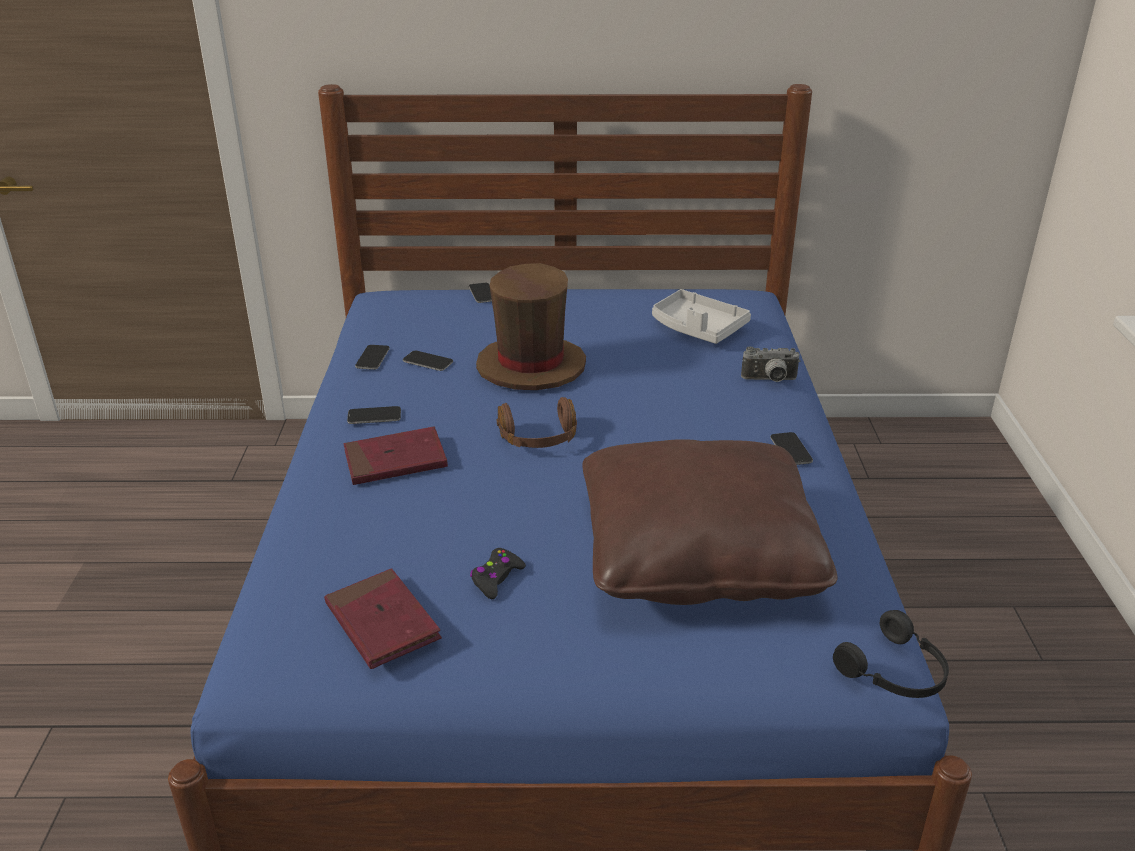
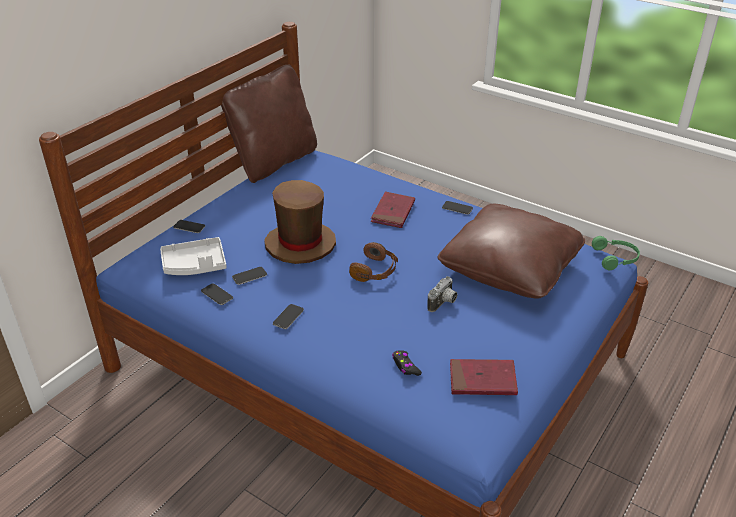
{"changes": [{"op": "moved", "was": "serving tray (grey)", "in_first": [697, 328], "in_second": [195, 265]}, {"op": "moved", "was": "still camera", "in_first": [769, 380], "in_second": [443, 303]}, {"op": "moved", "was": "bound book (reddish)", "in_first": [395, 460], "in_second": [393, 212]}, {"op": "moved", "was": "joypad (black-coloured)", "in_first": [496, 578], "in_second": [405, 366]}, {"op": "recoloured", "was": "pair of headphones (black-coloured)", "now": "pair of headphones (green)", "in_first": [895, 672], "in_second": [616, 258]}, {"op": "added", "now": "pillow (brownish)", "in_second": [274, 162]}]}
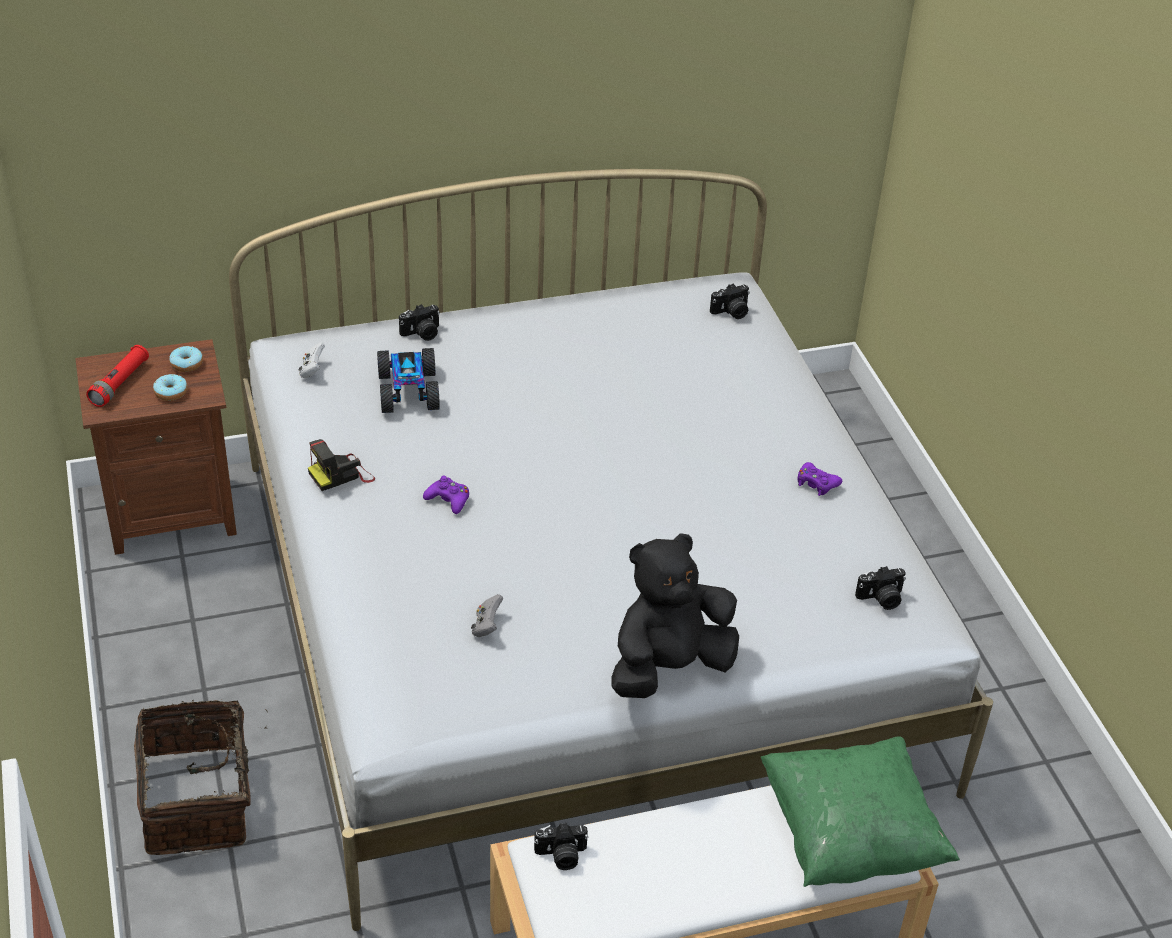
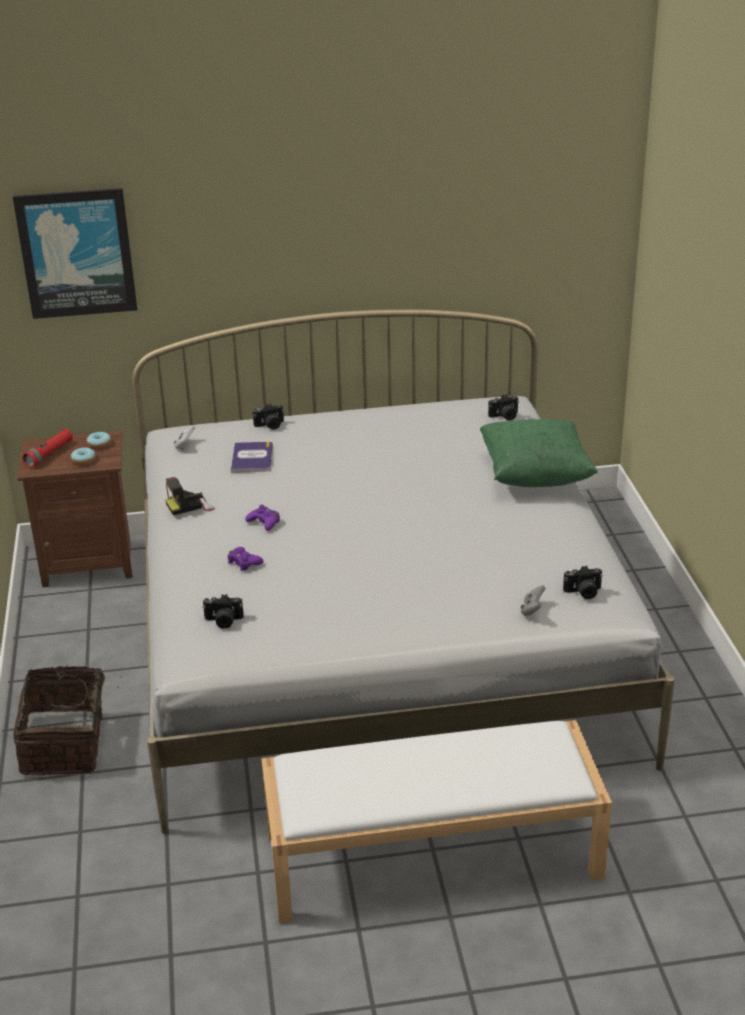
{"changes": [{"op": "replaced", "was": "model car", "now": "bound book", "in_first": [409, 391], "in_second": [252, 458]}, {"op": "moved", "was": "joypad (purple)", "in_first": [816, 483], "in_second": [244, 563]}, {"op": "removed", "was": "soft toy (black-coloured)", "in_first": [668, 667]}, {"op": "moved", "was": "joypad (grey)", "in_first": [486, 626], "in_second": [532, 609]}, {"op": "moved", "was": "pillow (green)", "in_first": [850, 836], "in_second": [535, 476]}, {"op": "moved", "was": "still camera", "in_first": [561, 856], "in_second": [223, 621]}, {"op": "added", "now": "wall art", "in_second": [77, 253]}]}
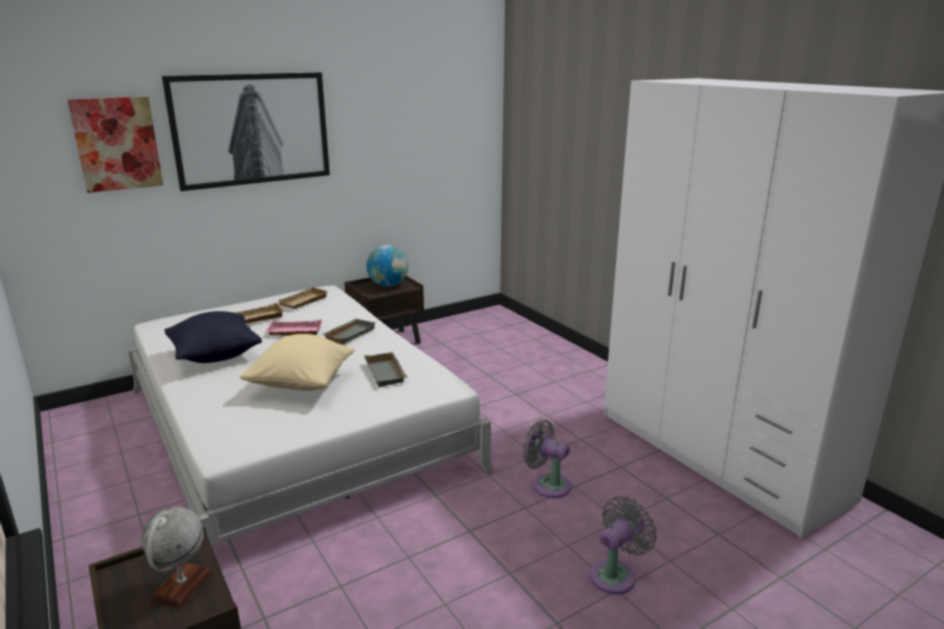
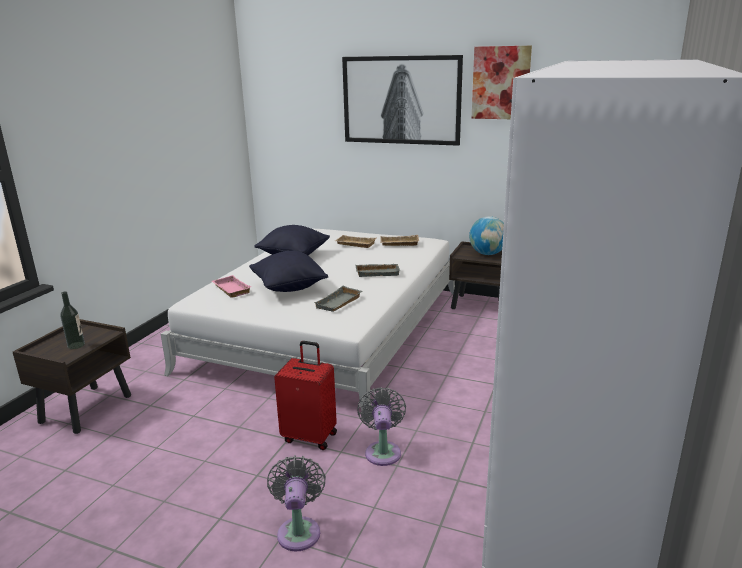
{"changes": [{"op": "moved", "was": "wall art", "in_first": [117, 144], "in_second": [500, 83]}, {"op": "moved", "was": "serving tray (pink-coloured)", "in_first": [293, 332], "in_second": [230, 289]}, {"op": "recoloured", "was": "pillow (beige)", "now": "pillow (black-coloured)", "in_first": [301, 385], "in_second": [289, 288]}, {"op": "turned", "was": "electric fan (grey)", "in_first": [616, 574], "in_second": [299, 530], "clockwise": -105}, {"op": "replaced", "was": "world globe", "now": "bottle", "in_first": [182, 586], "in_second": [76, 345]}, {"op": "added", "now": "suitcase (reddish)", "in_second": [310, 436]}]}
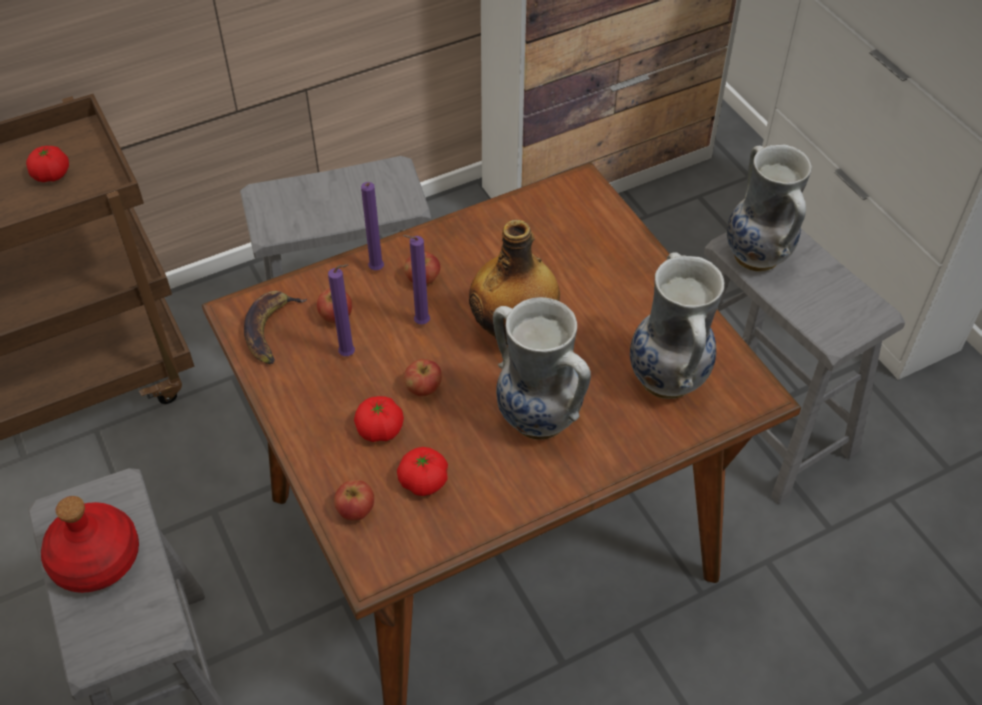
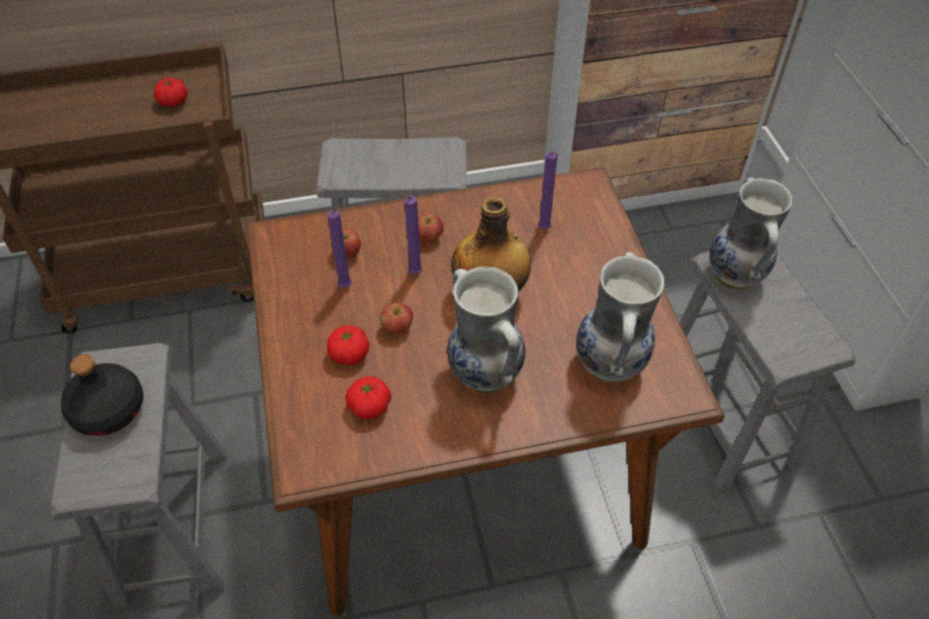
{"changes": [{"op": "moved", "was": "wax light (purple)", "in_first": [376, 271], "in_second": [543, 230]}, {"op": "removed", "was": "whole banana", "in_first": [271, 329]}, {"op": "removed", "was": "whole apple", "in_first": [356, 510]}, {"op": "recoloured", "was": "bottle (reddish)", "now": "bottle (black-coloured)", "in_first": [97, 559], "in_second": [109, 410]}]}
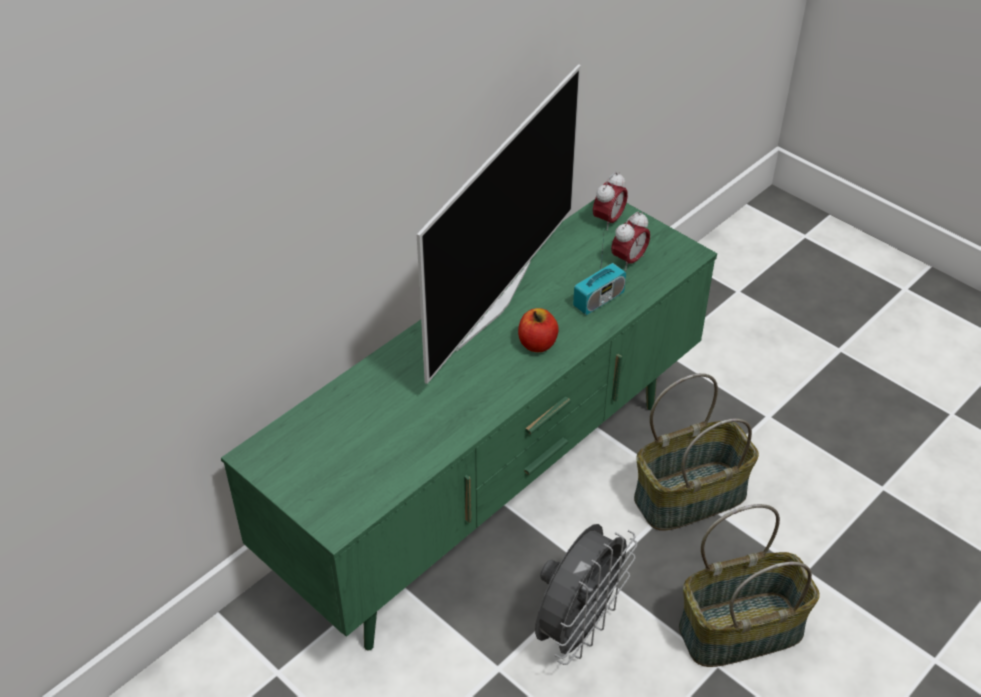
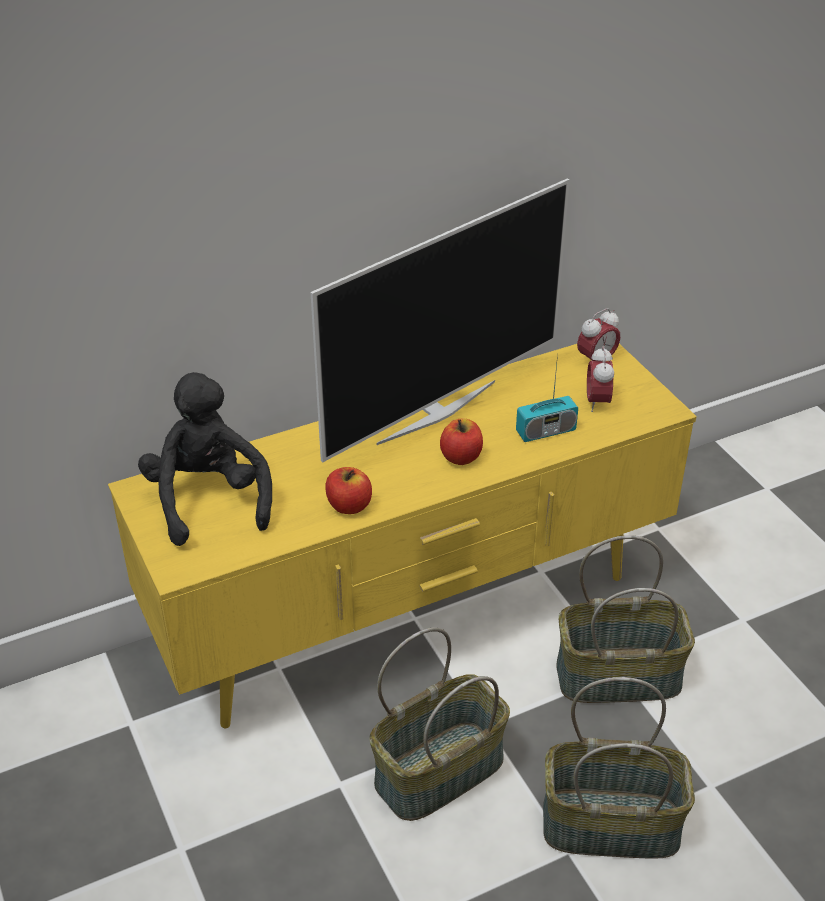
{"changes": [{"op": "recoloured", "was": "tv stand (green)", "now": "tv stand (yellow)", "in_first": [490, 494], "in_second": [412, 617]}, {"op": "turned", "was": "alarm clock", "in_first": [629, 260], "in_second": [597, 402], "clockwise": 120}, {"op": "replaced", "was": "electric fan (grey)", "now": "storage basket", "in_first": [577, 627], "in_second": [439, 769]}, {"op": "added", "now": "soft toy (black-coloured)", "in_second": [208, 499]}, {"op": "added", "now": "whole apple", "in_second": [349, 505]}]}
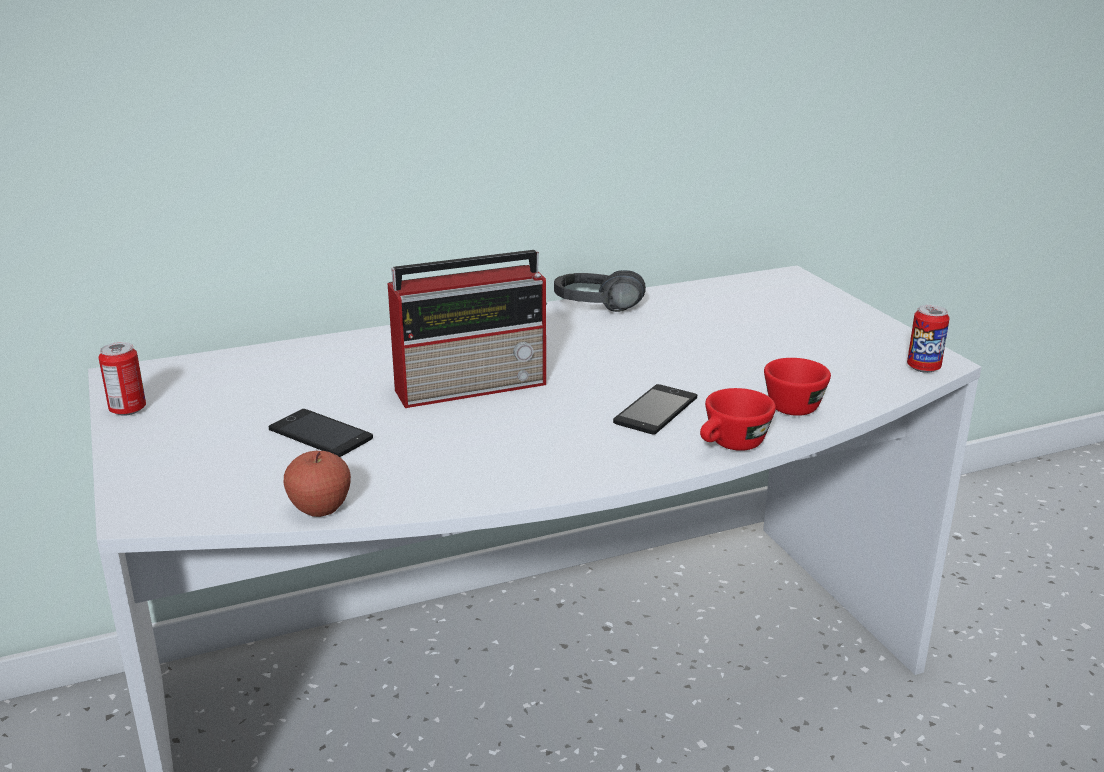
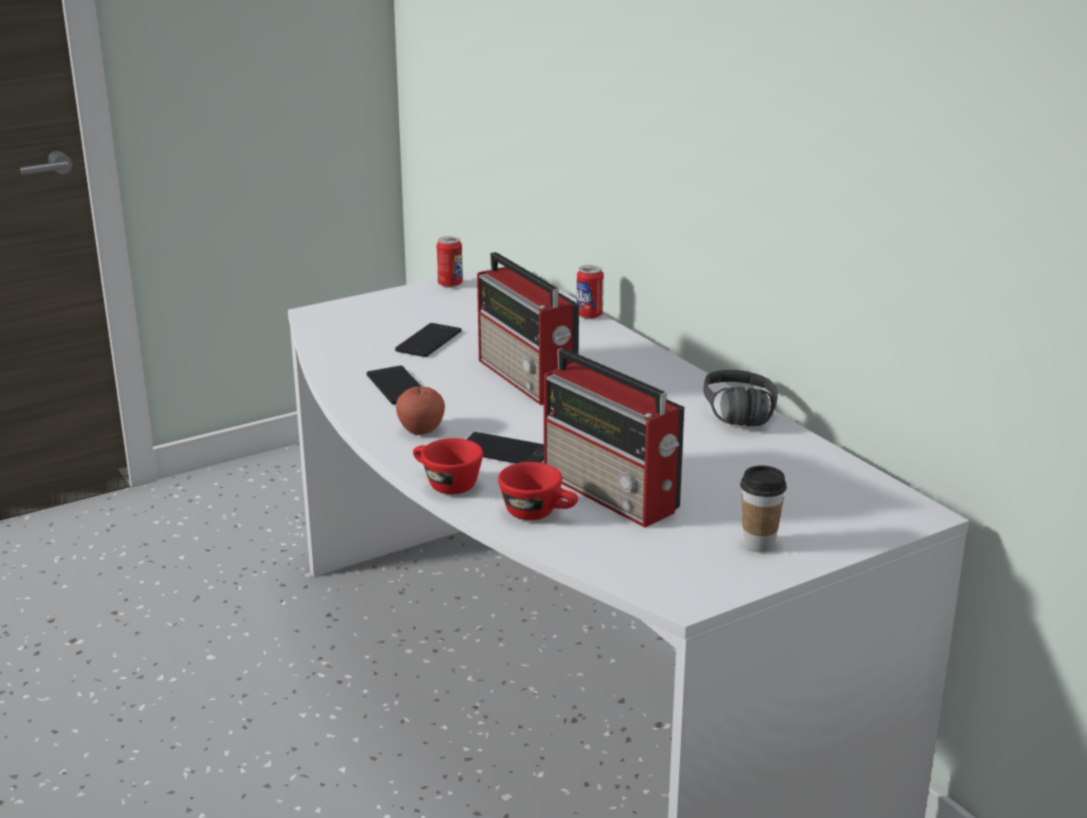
{"changes": [{"op": "moved", "was": "can", "in_first": [923, 367], "in_second": [589, 315]}, {"op": "moved", "was": "whole apple", "in_first": [320, 508], "in_second": [421, 430]}, {"op": "added", "now": "radio", "in_second": [612, 493]}, {"op": "added", "now": "handset", "in_second": [397, 386]}, {"op": "added", "now": "drinking cup", "in_second": [759, 544]}]}
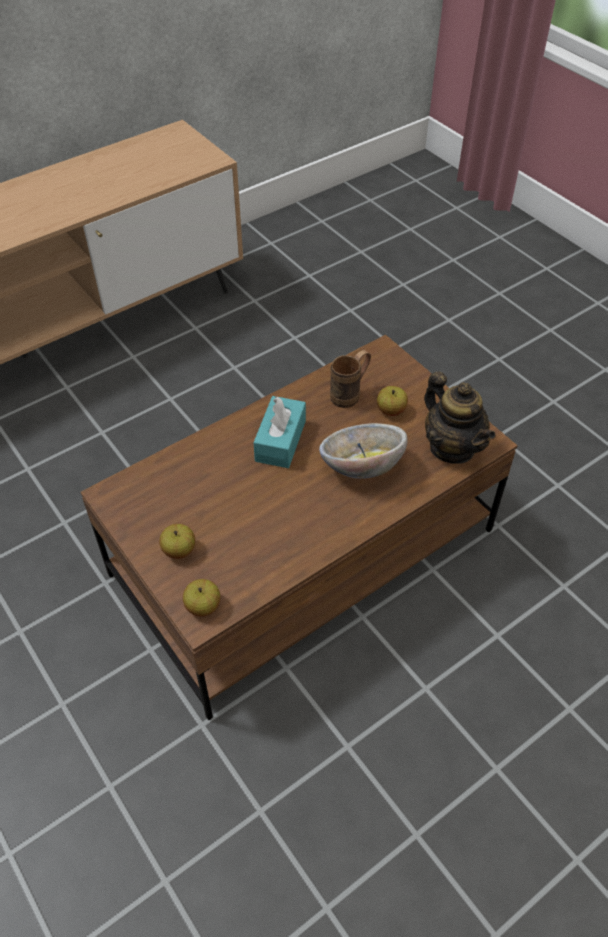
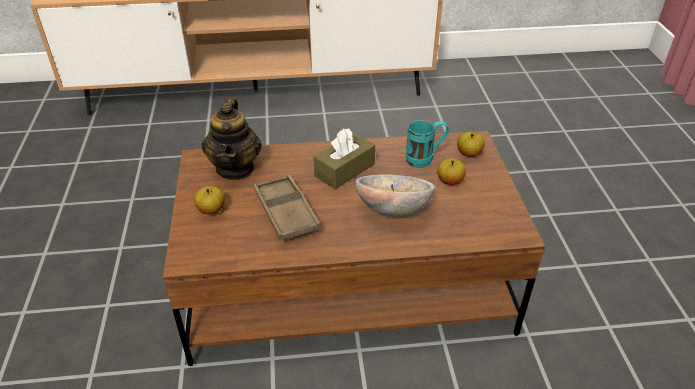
{"changes": [{"op": "recoloured", "was": "mug (brownish)", "now": "mug (turquoise)", "in_first": [350, 394], "in_second": [425, 159]}, {"op": "moved", "was": "tea pot", "in_first": [452, 447], "in_second": [235, 168]}, {"op": "recoloured", "was": "tissue box (turquoise)", "now": "tissue box (brownish)", "in_first": [280, 441], "in_second": [344, 170]}, {"op": "moved", "was": "whole apple", "in_first": [203, 606], "in_second": [469, 154]}, {"op": "added", "now": "serving tray (brownish)", "in_second": [286, 212]}]}
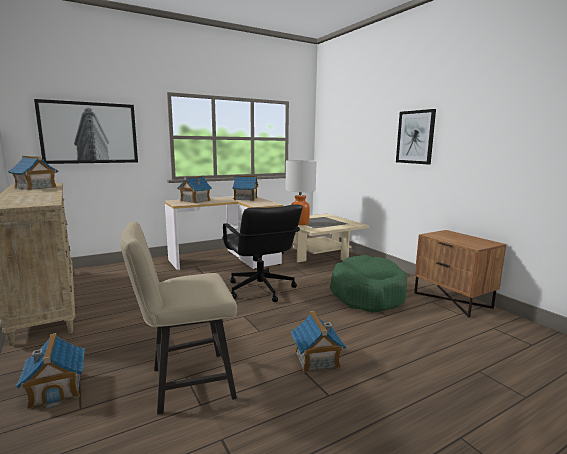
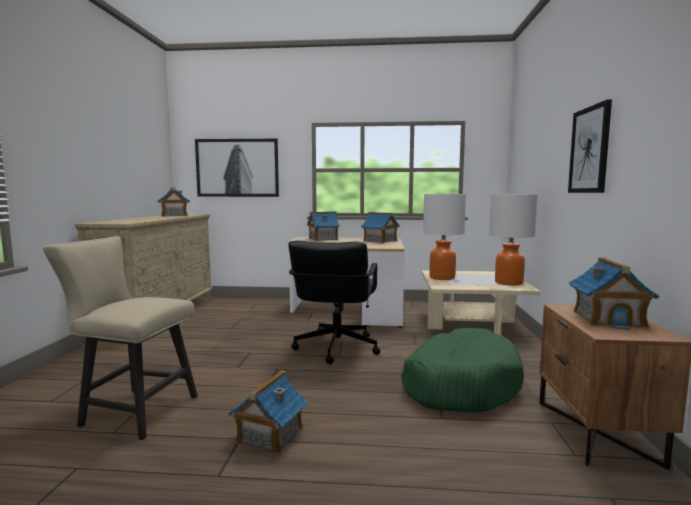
{"changes": [{"op": "moved", "was": "model house", "in_first": [56, 389], "in_second": [608, 319]}, {"op": "added", "now": "lamp for a table", "in_second": [508, 283]}]}
